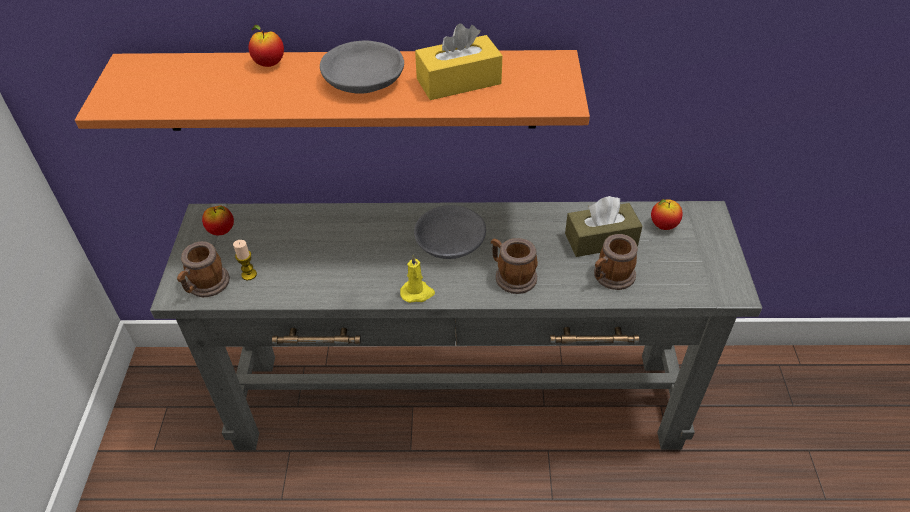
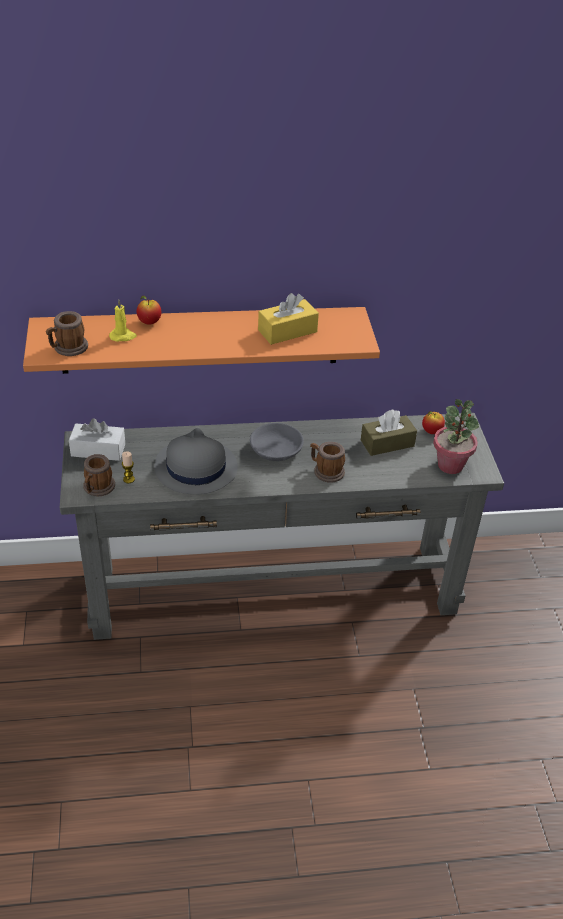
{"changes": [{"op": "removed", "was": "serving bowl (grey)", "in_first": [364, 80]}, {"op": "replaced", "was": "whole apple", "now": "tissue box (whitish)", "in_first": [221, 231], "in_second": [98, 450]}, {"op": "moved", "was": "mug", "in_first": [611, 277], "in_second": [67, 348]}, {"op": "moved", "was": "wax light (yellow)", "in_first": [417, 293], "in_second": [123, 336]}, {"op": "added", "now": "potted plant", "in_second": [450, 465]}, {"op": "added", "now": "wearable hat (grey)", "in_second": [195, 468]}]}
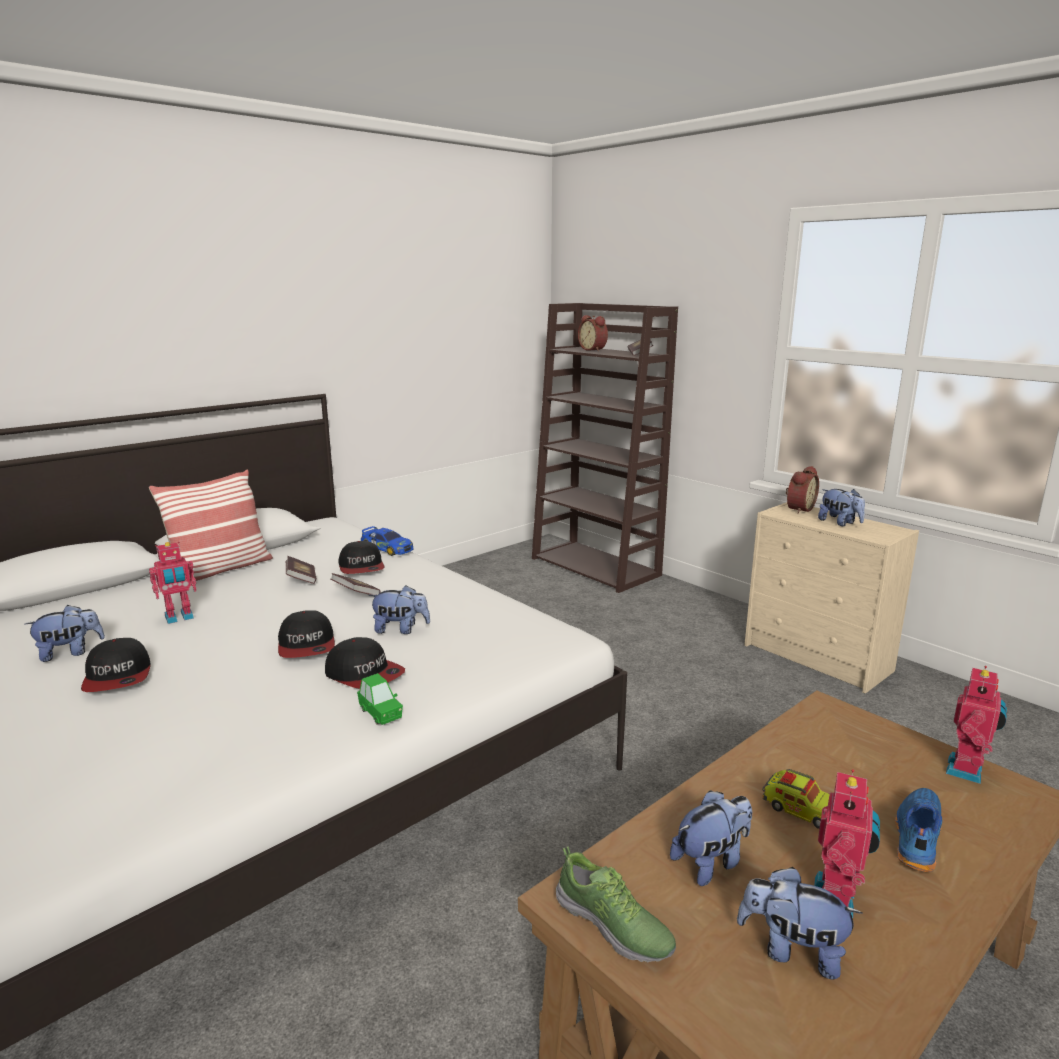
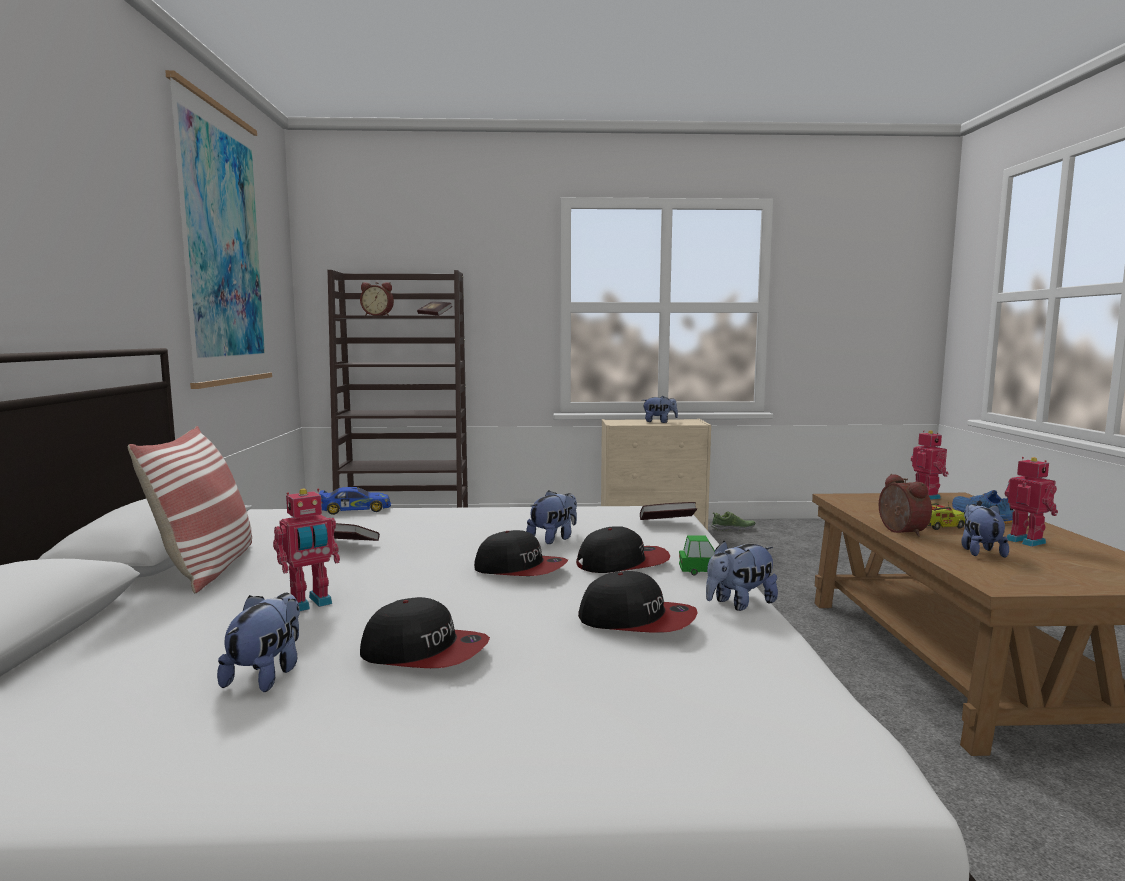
{"changes": [{"op": "moved", "was": "alarm clock", "in_first": [798, 509], "in_second": [899, 531]}, {"op": "turned", "was": "robot figure", "in_first": [179, 618], "in_second": [310, 604], "clockwise": 45}, {"op": "moved", "was": "cap", "in_first": [361, 567], "in_second": [637, 620]}, {"op": "moved", "was": "bound book", "in_first": [356, 595], "in_second": [667, 523]}, {"op": "moved", "was": "low shoe", "in_first": [614, 926], "in_second": [733, 529]}, {"op": "moved", "was": "soft toy", "in_first": [792, 950], "in_second": [739, 603]}, {"op": "added", "now": "wall art", "in_second": [223, 247]}]}
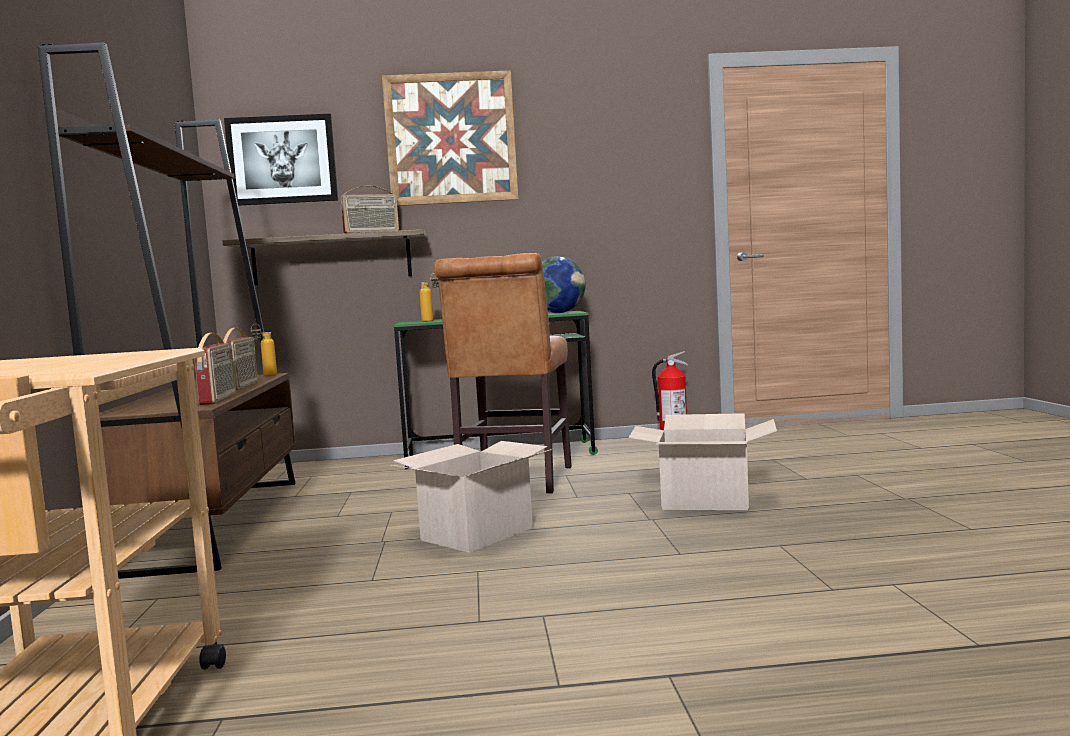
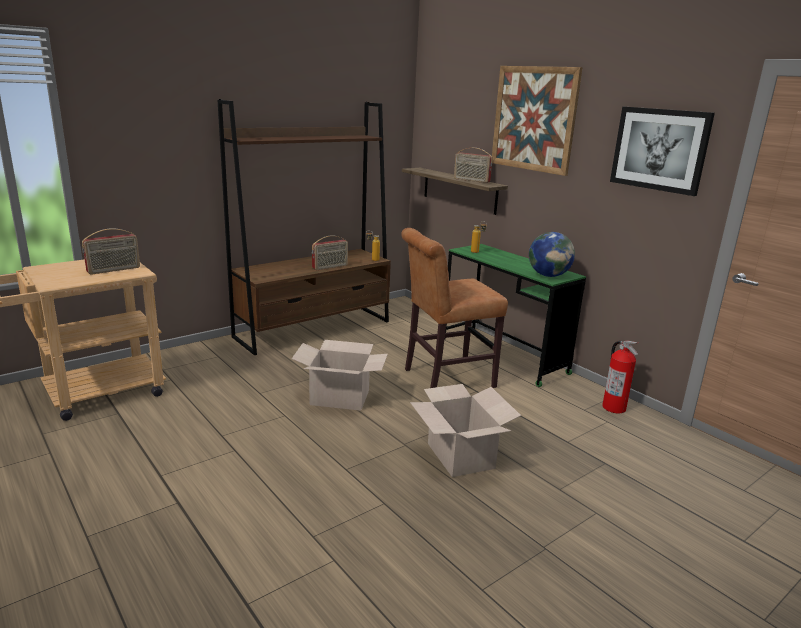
{"changes": [{"op": "moved", "was": "wall art", "in_first": [282, 160], "in_second": [659, 149]}, {"op": "moved", "was": "radio", "in_first": [219, 399], "in_second": [114, 270]}]}
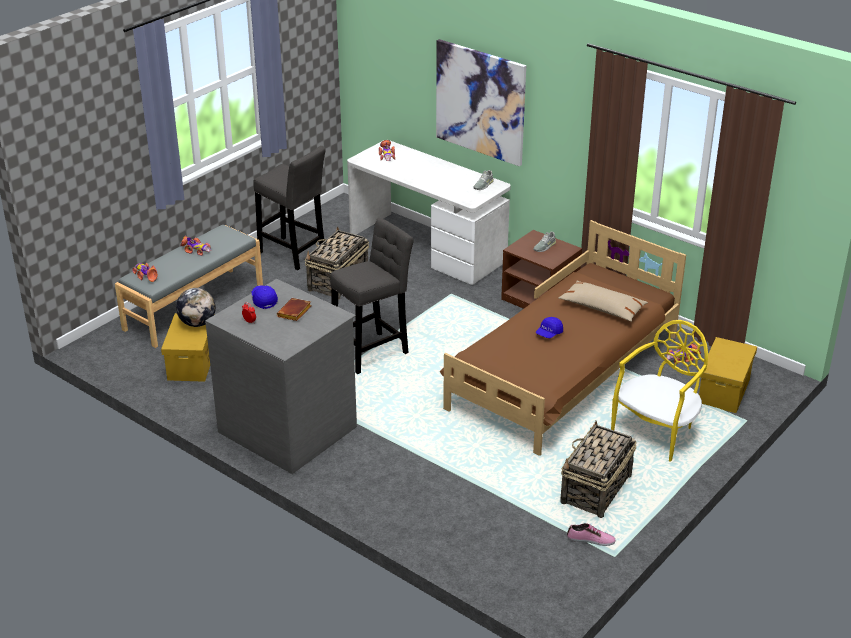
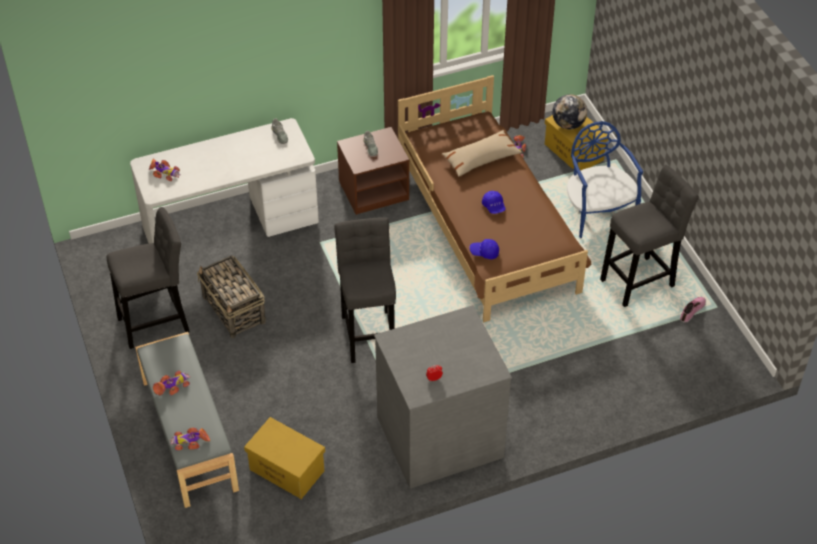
{"changes": [{"op": "removed", "was": "wall art", "in_first": [480, 102]}, {"op": "moved", "was": "cap (bluish)", "in_first": [264, 300], "in_second": [484, 252]}, {"op": "moved", "was": "world globe", "in_first": [197, 323], "in_second": [568, 124]}, {"op": "removed", "was": "bound book (brownish)", "in_first": [294, 313]}, {"op": "recoloured", "was": "plain chair (yellow)", "now": "plain chair (bluish)", "in_first": [657, 432], "in_second": [597, 213]}, {"op": "replaced", "was": "storage basket", "now": "stool (grey)", "in_first": [595, 490], "in_second": [640, 281]}]}
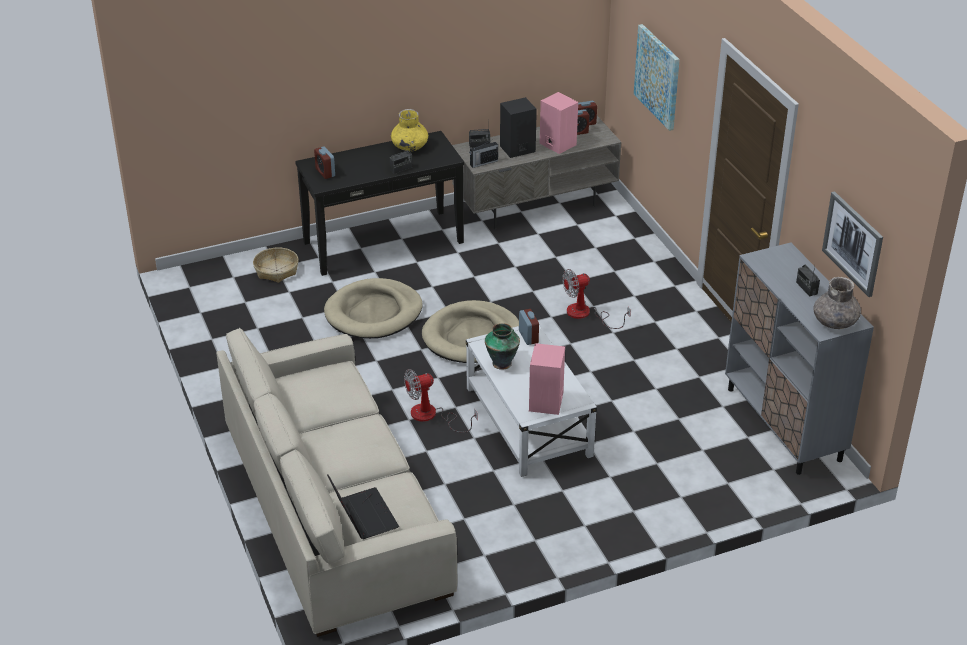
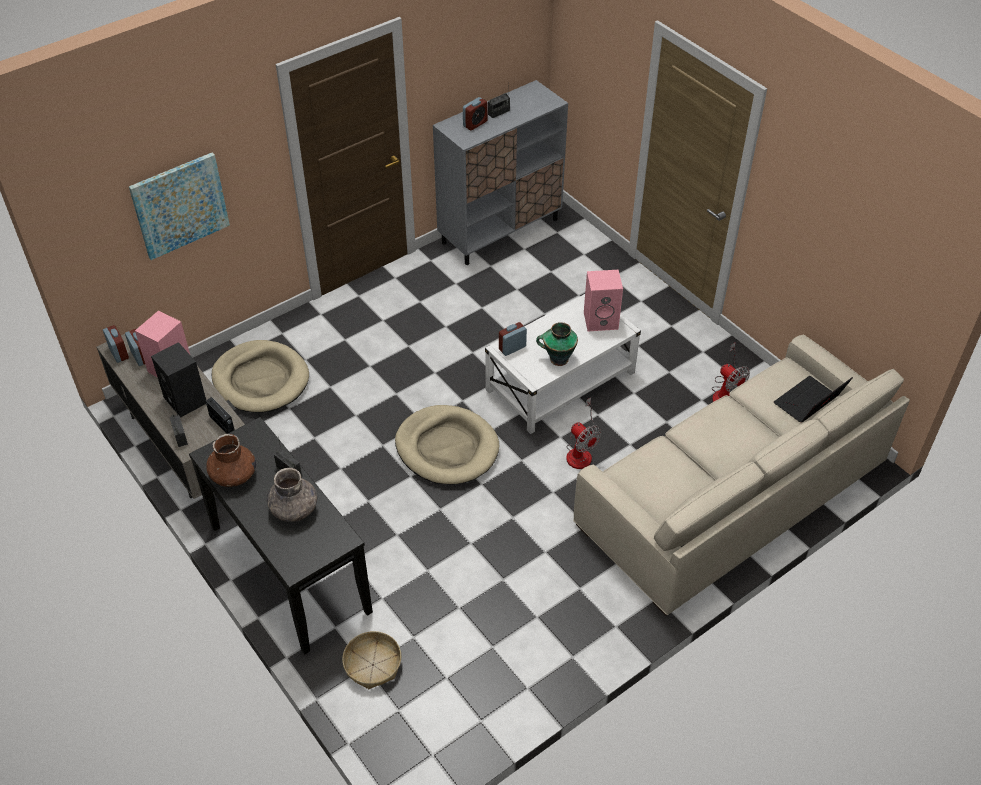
{"changes": [{"op": "recoloured", "was": "vase (yellow)", "now": "vase (brownish)", "in_first": [409, 146], "in_second": [233, 475]}, {"op": "moved", "was": "alarm clock", "in_first": [325, 172], "in_second": [475, 124]}, {"op": "removed", "was": "wall art", "in_first": [853, 243]}, {"op": "moved", "was": "electric fan", "in_first": [586, 314], "in_second": [725, 393]}, {"op": "moved", "was": "vase (grey)", "in_first": [835, 322], "in_second": [294, 508]}, {"op": "moved", "was": "dog cushion (beige)", "in_first": [374, 313], "in_second": [261, 380]}]}
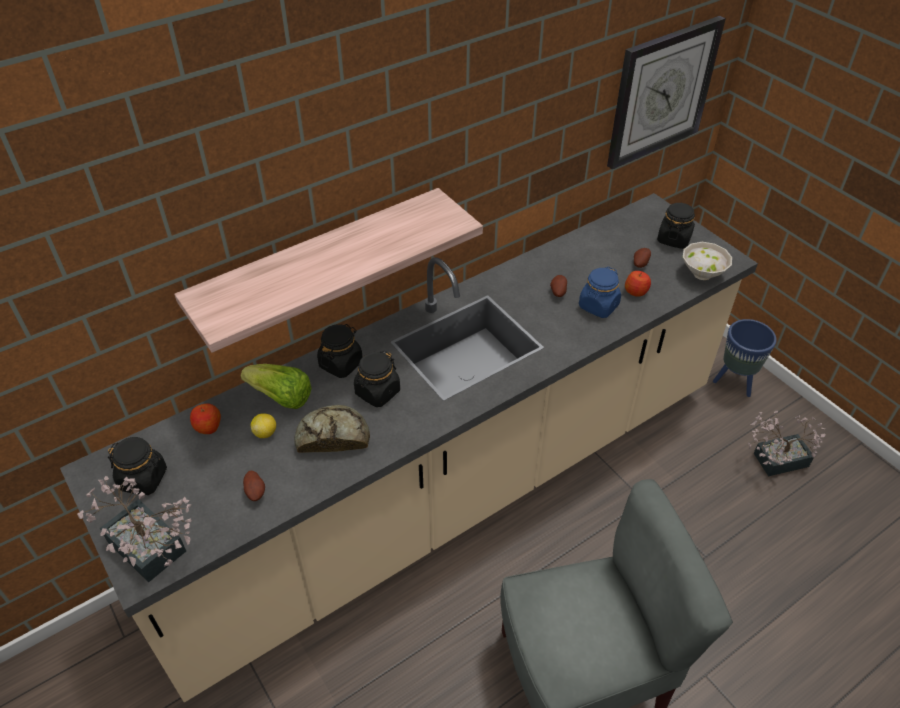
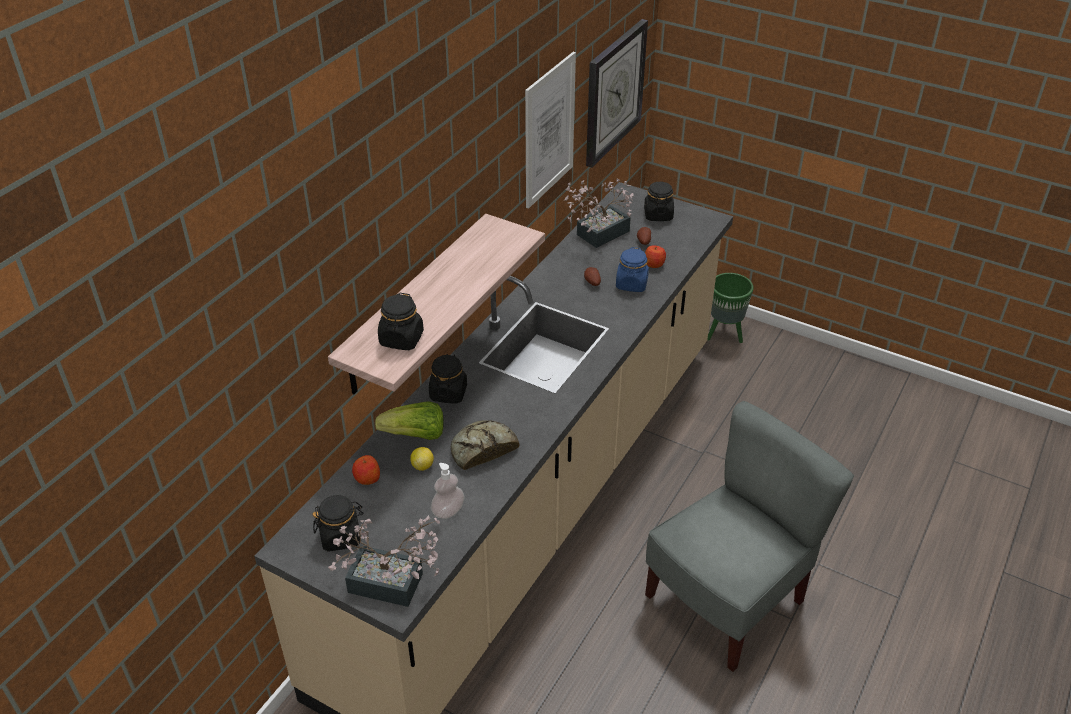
{"changes": [{"op": "removed", "was": "serving bowl (whitish)", "in_first": [702, 273]}, {"op": "recoloured", "was": "planter (bluish)", "now": "planter (green)", "in_first": [735, 382], "in_second": [724, 334]}, {"op": "moved", "was": "jar (black-coloured)", "in_first": [377, 392], "in_second": [401, 339]}, {"op": "moved", "was": "potted plant", "in_first": [774, 460], "in_second": [598, 235]}, {"op": "replaced", "was": "spud", "now": "soap bottle", "in_first": [255, 491], "in_second": [448, 511]}, {"op": "added", "now": "wall art", "in_second": [549, 130]}]}
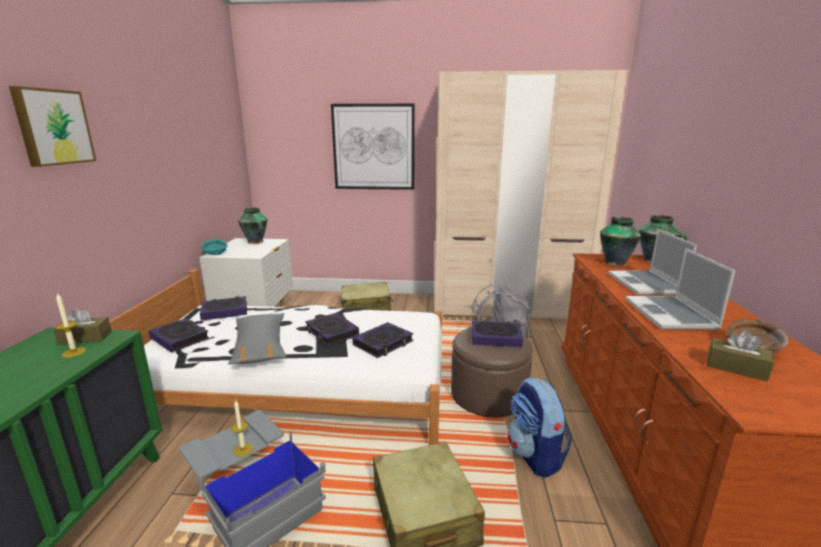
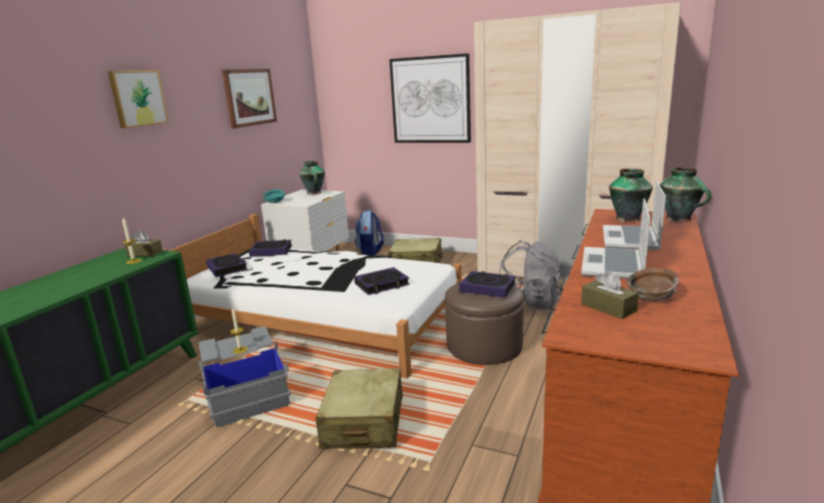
{"changes": [{"op": "removed", "was": "pillow (grey)", "in_first": [260, 346]}, {"op": "removed", "was": "bound book", "in_first": [331, 332]}, {"op": "moved", "was": "backpack", "in_first": [535, 456], "in_second": [370, 252]}, {"op": "added", "now": "wall art", "in_second": [249, 97]}]}
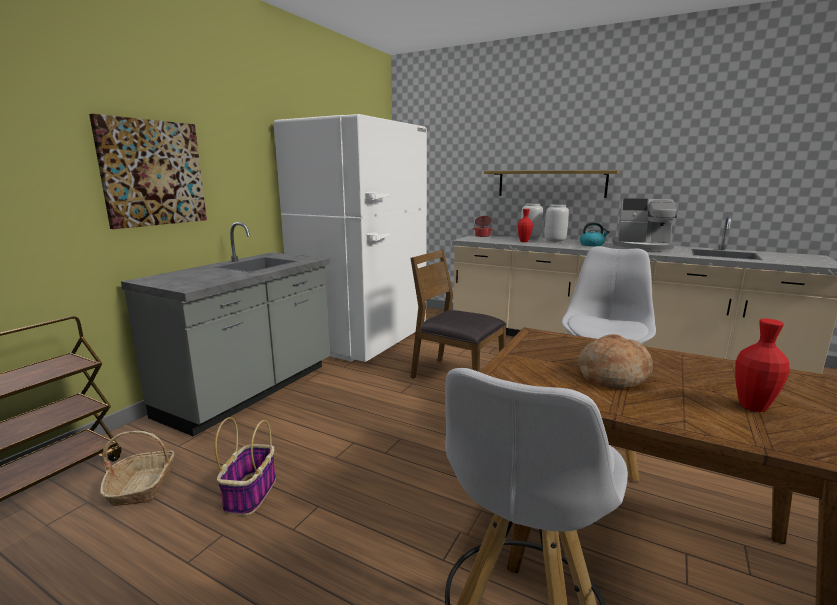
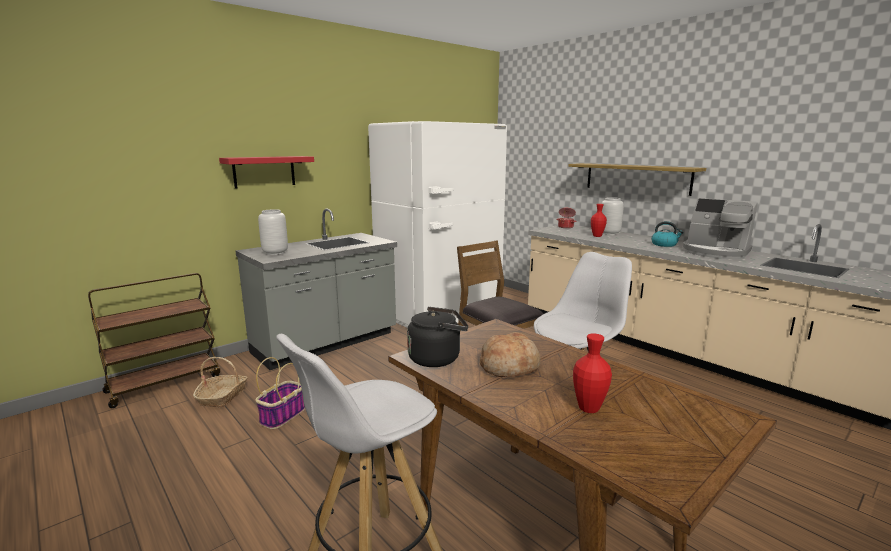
{"changes": [{"op": "replaced", "was": "wall art", "now": "shelf (reddish)", "in_first": [152, 173], "in_second": [264, 171]}, {"op": "moved", "was": "vase (grey)", "in_first": [554, 241], "in_second": [275, 252]}, {"op": "added", "now": "kettle (black-coloured)", "in_second": [437, 358]}]}
